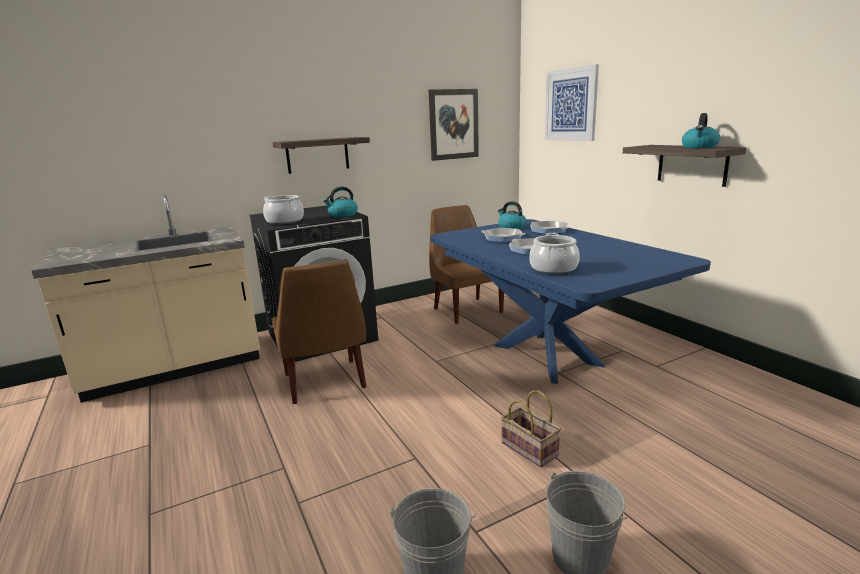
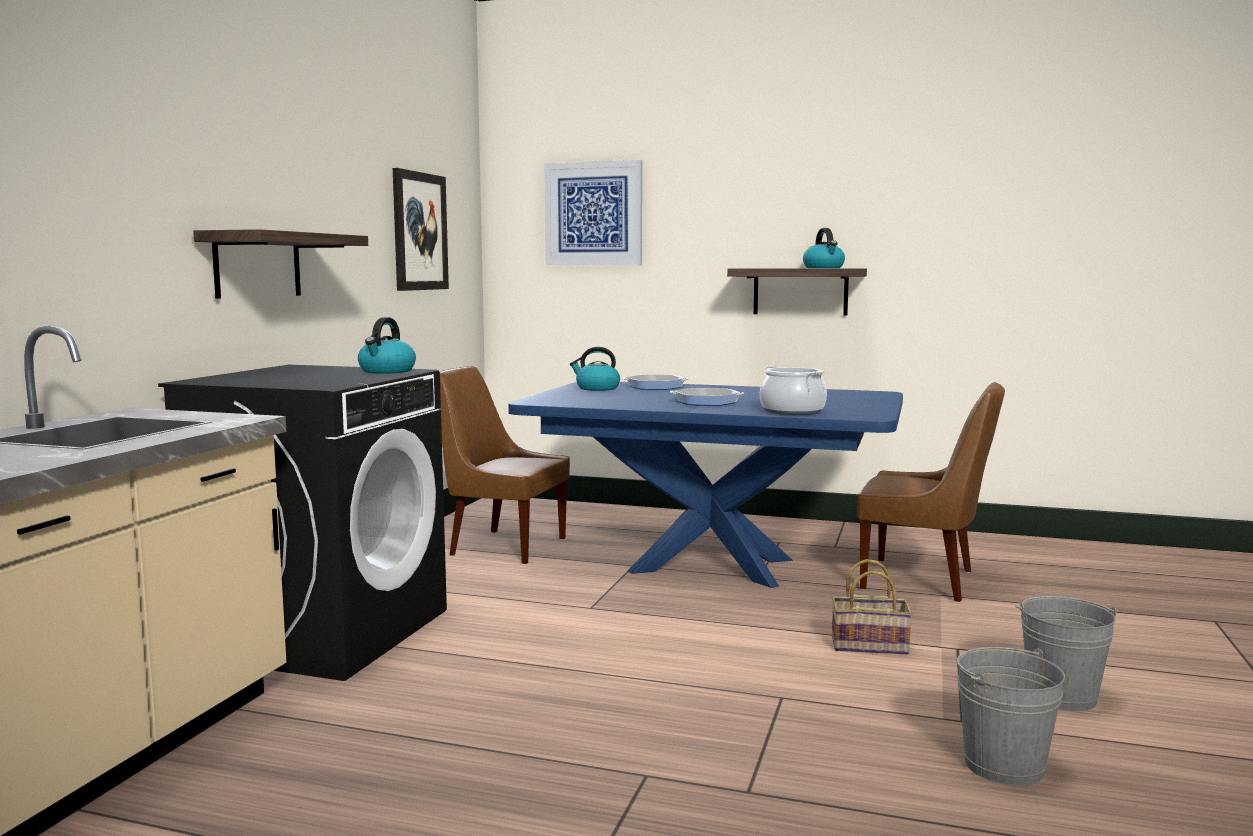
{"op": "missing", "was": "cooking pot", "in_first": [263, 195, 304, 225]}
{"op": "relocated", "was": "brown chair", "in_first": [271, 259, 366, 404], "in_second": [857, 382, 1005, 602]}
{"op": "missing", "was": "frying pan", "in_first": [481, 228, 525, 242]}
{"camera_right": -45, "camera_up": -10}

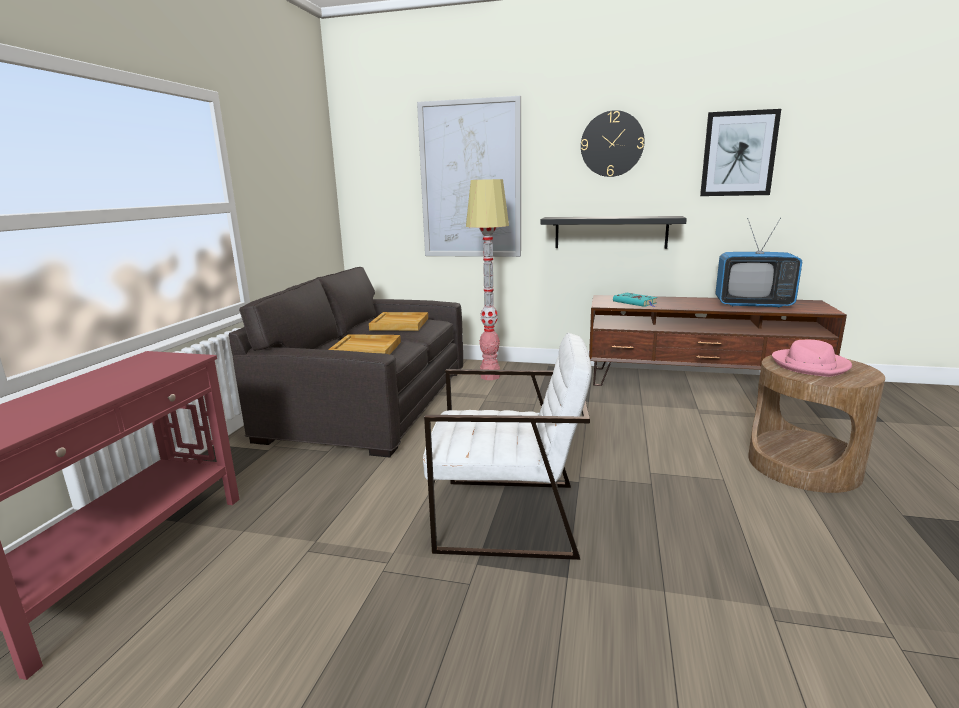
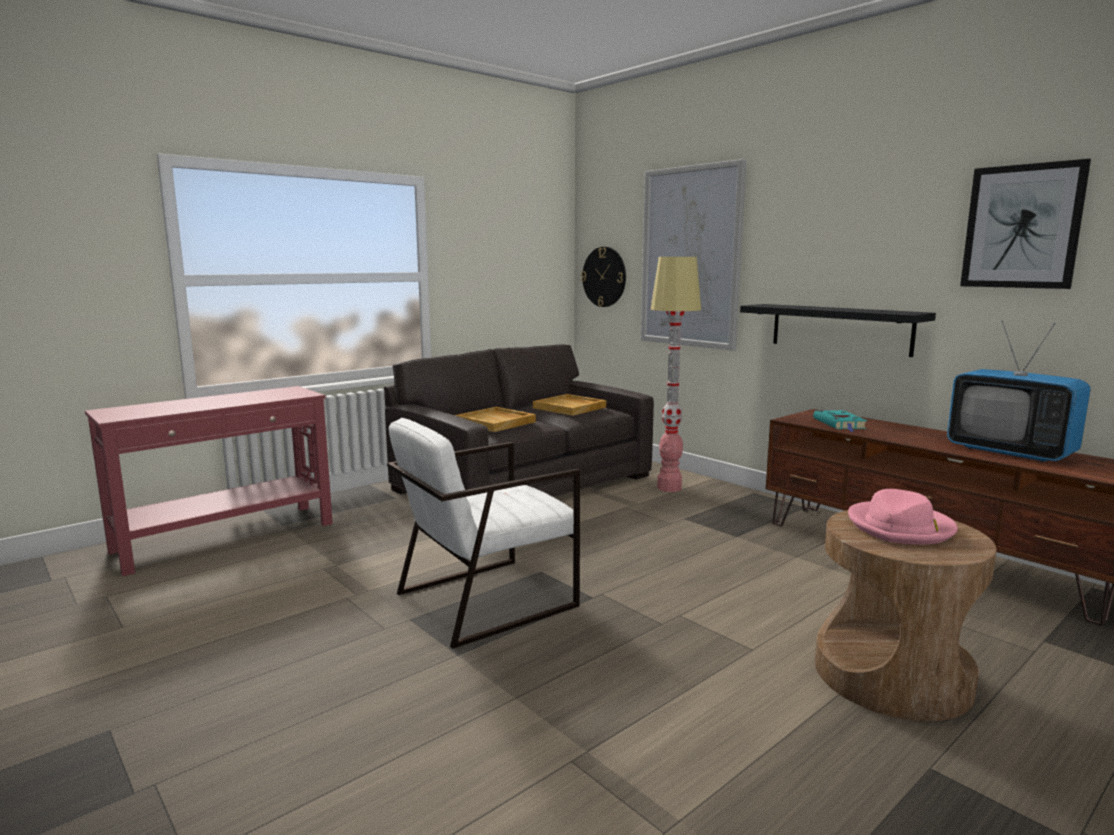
{"op": "spun", "was": "white armchair", "in_first": [423, 333, 592, 560], "in_second": [387, 418, 580, 649], "clockwise": 105}
{"op": "relocated", "was": "wall clock", "in_first": [581, 110, 645, 177], "in_second": [581, 247, 626, 307]}
{"camera_right": 35, "camera_up": -5}

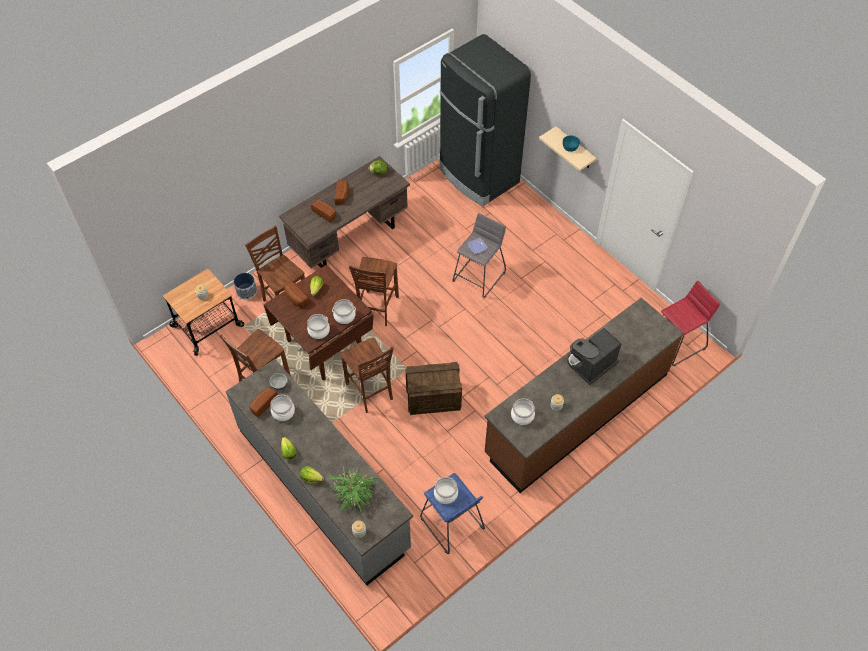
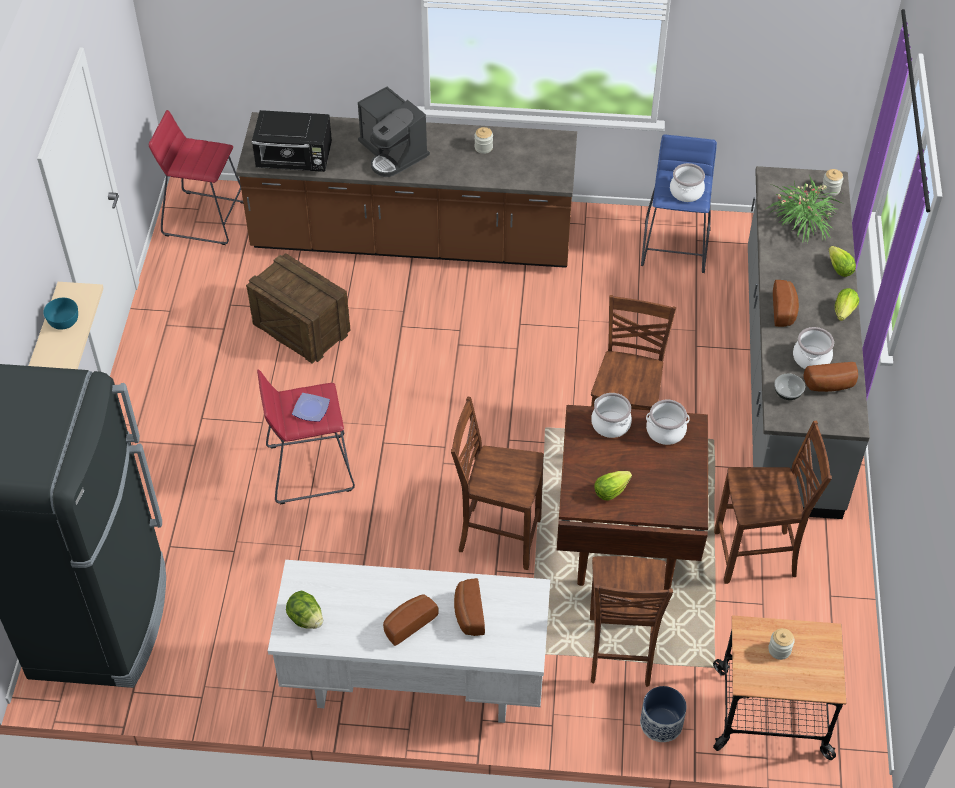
{"op": "colour", "was": "brown desk", "now": "white desk", "in_first": [279, 156, 410, 268], "in_second": [268, 560, 550, 723]}
{"op": "relocated", "was": "bread", "in_first": [284, 281, 309, 307], "in_second": [773, 280, 799, 327]}
{"op": "spun", "was": "brown chair", "in_first": [349, 257, 399, 326], "in_second": [451, 397, 544, 570], "clockwise": -135}
{"op": "relocated", "was": "crate", "in_first": [405, 362, 462, 415], "in_second": [246, 253, 351, 364]}
{"op": "colour", "was": "grey stool", "now": "red stool", "in_first": [452, 213, 506, 298], "in_second": [257, 370, 355, 504]}
{"op": "missing", "was": "cooking pot", "in_first": [511, 398, 535, 425]}
{"op": "spun", "was": "coffee machine", "in_first": [567, 328, 622, 385], "in_second": [358, 87, 430, 177], "clockwise": 45}
{"op": "appeared", "now": "black microwave", "in_second": [252, 110, 332, 172]}
{"camera_right": -135, "camera_up": -5}

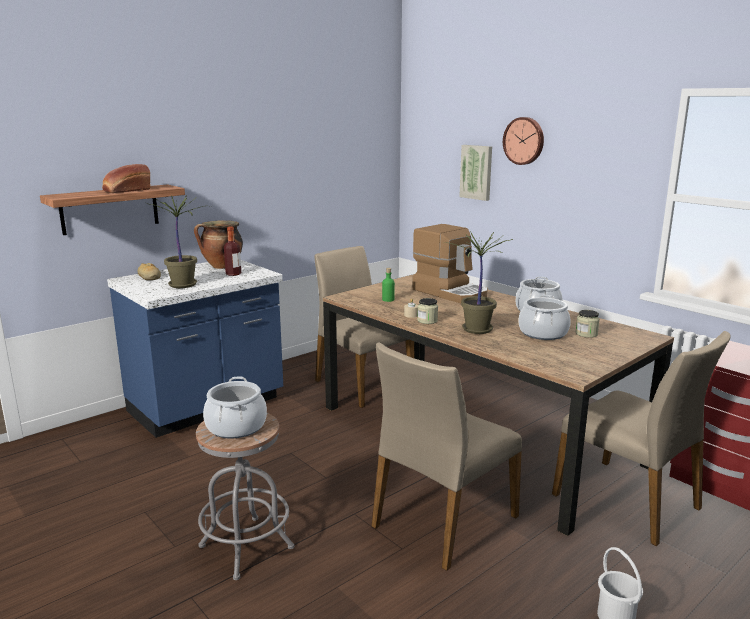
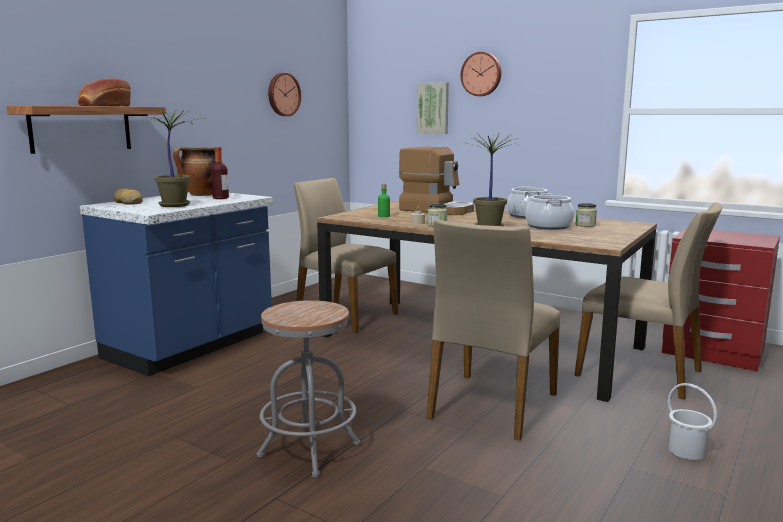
{"op": "missing", "was": "cooking pot", "in_first": [203, 377, 267, 438]}
{"op": "appeared", "now": "wall clock", "in_second": [268, 73, 301, 116]}
{"camera_right": -15, "camera_up": -5}

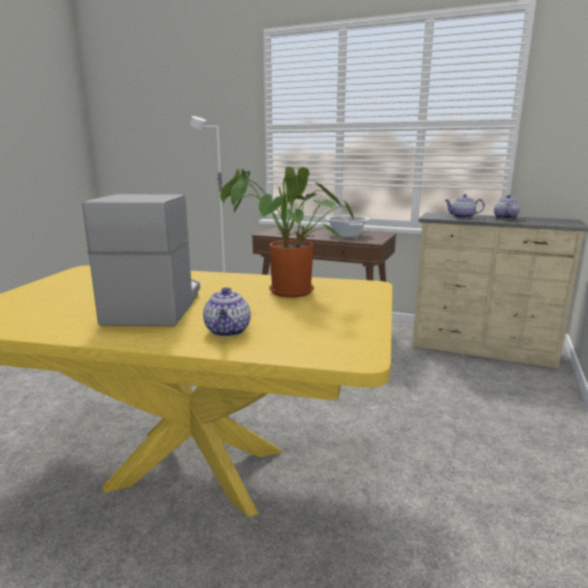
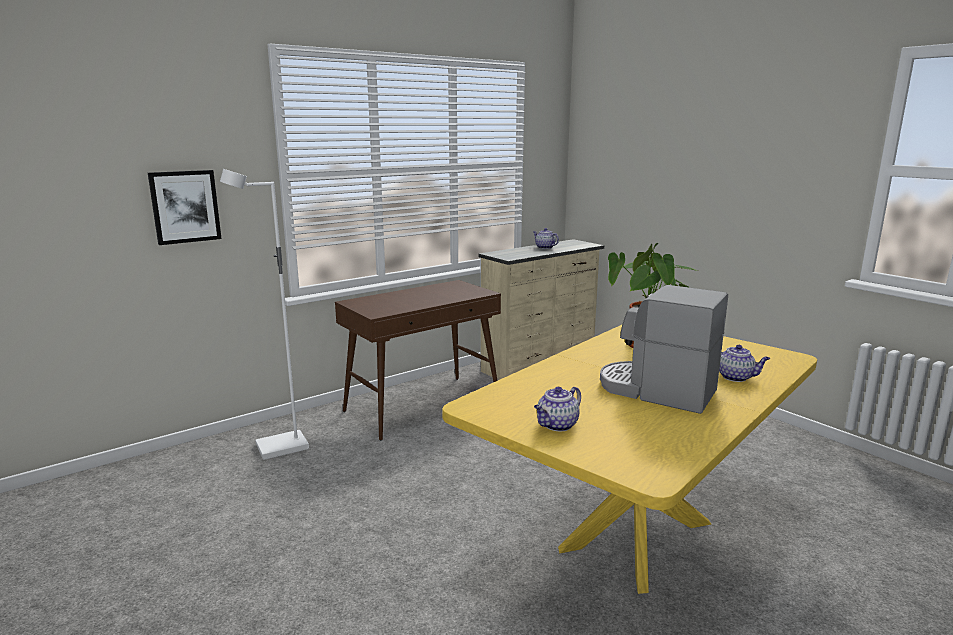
{"op": "missing", "was": "cooking pot", "in_first": [326, 216, 369, 238]}
{"op": "relocated", "was": "teapot", "in_first": [445, 194, 485, 218], "in_second": [534, 387, 581, 431]}
{"op": "appeared", "now": "picture", "in_second": [148, 170, 221, 245]}
{"camera_right": -60, "camera_up": 0}

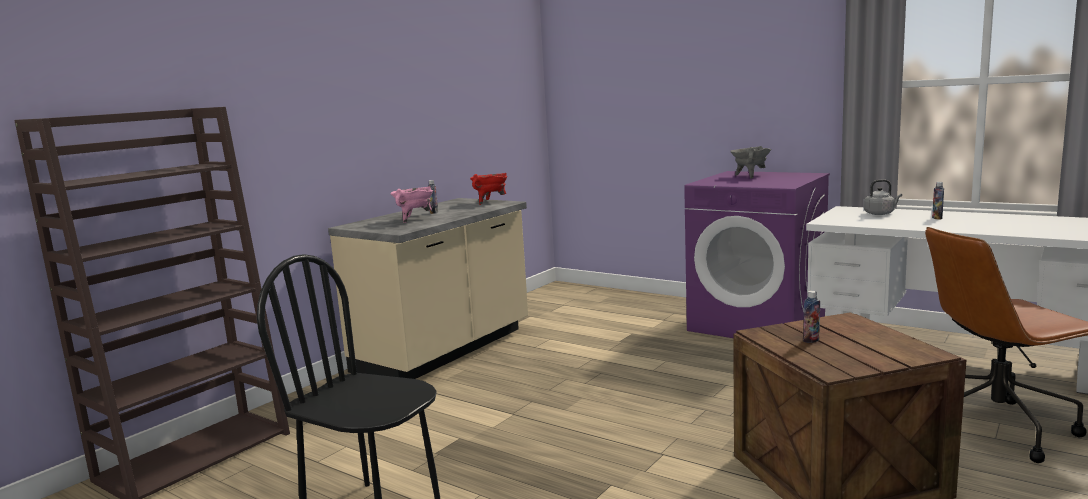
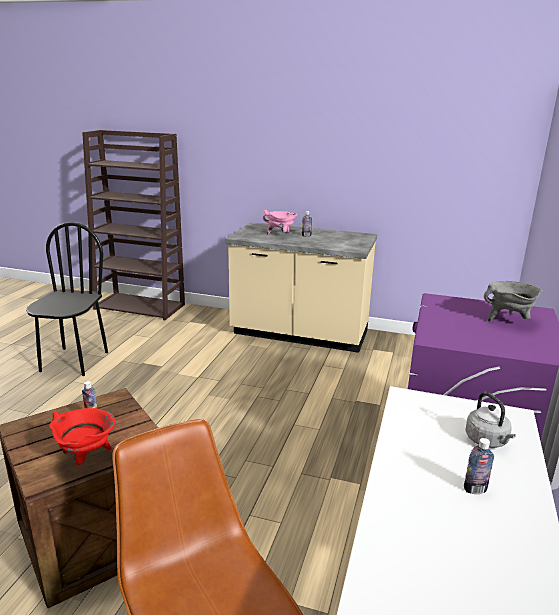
{"op": "relocated", "was": "red cooking pot", "in_first": [470, 173, 507, 205], "in_second": [49, 408, 116, 465]}
{"camera_right": 70, "camera_up": 10}

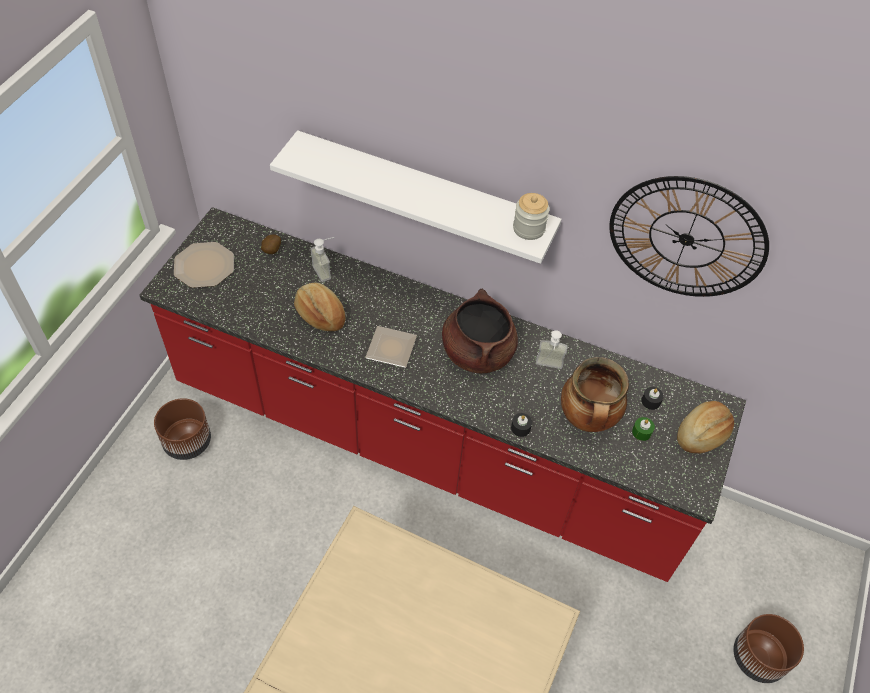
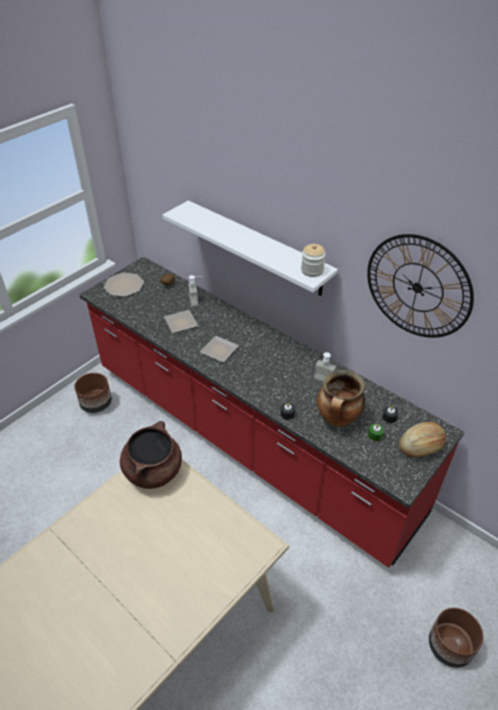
{"op": "exchanged", "was": "bread", "now": "plate", "in_first": [294, 282, 346, 331], "in_second": [164, 310, 198, 333]}
{"op": "relocated", "was": "brown cooking pot", "in_first": [442, 289, 518, 373], "in_second": [120, 421, 182, 489]}
{"camera_right": 20, "camera_up": -10}

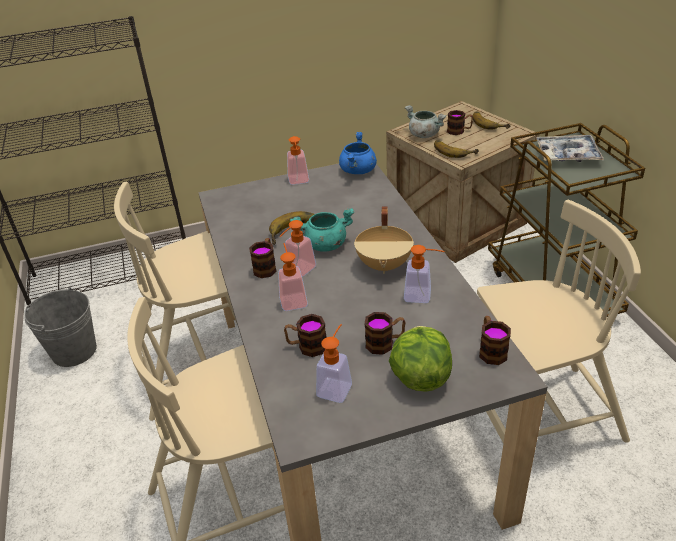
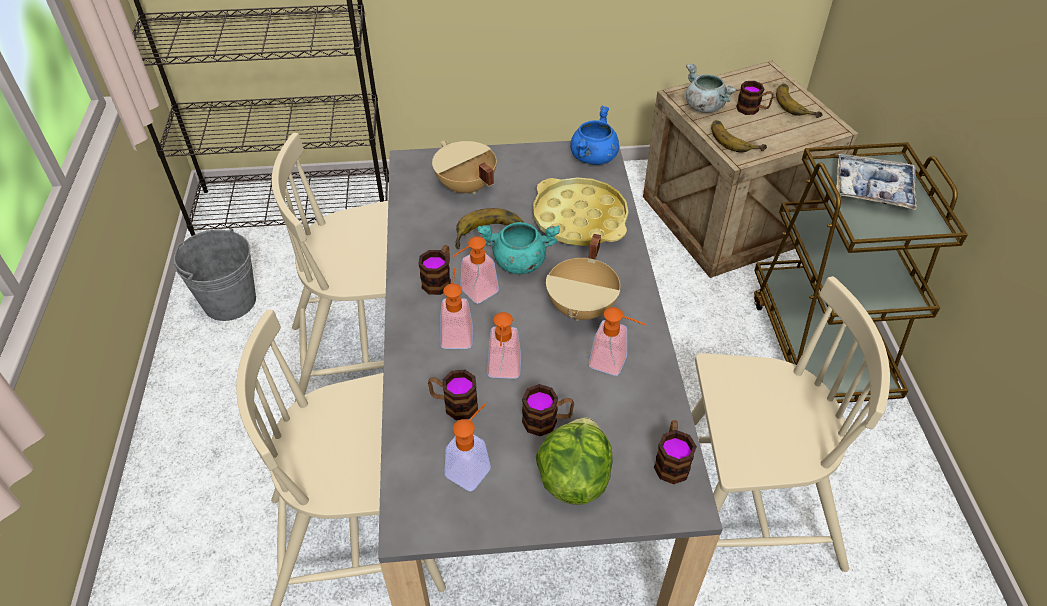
{"op": "relocated", "was": "soap dispenser", "in_first": [287, 136, 309, 185], "in_second": [487, 312, 521, 379]}
{"op": "appeared", "now": "beige cooking pot", "in_second": [432, 141, 497, 194]}
{"op": "appeared", "now": "yellow tray", "in_second": [533, 177, 628, 246]}
{"camera_right": 10, "camera_up": 10}

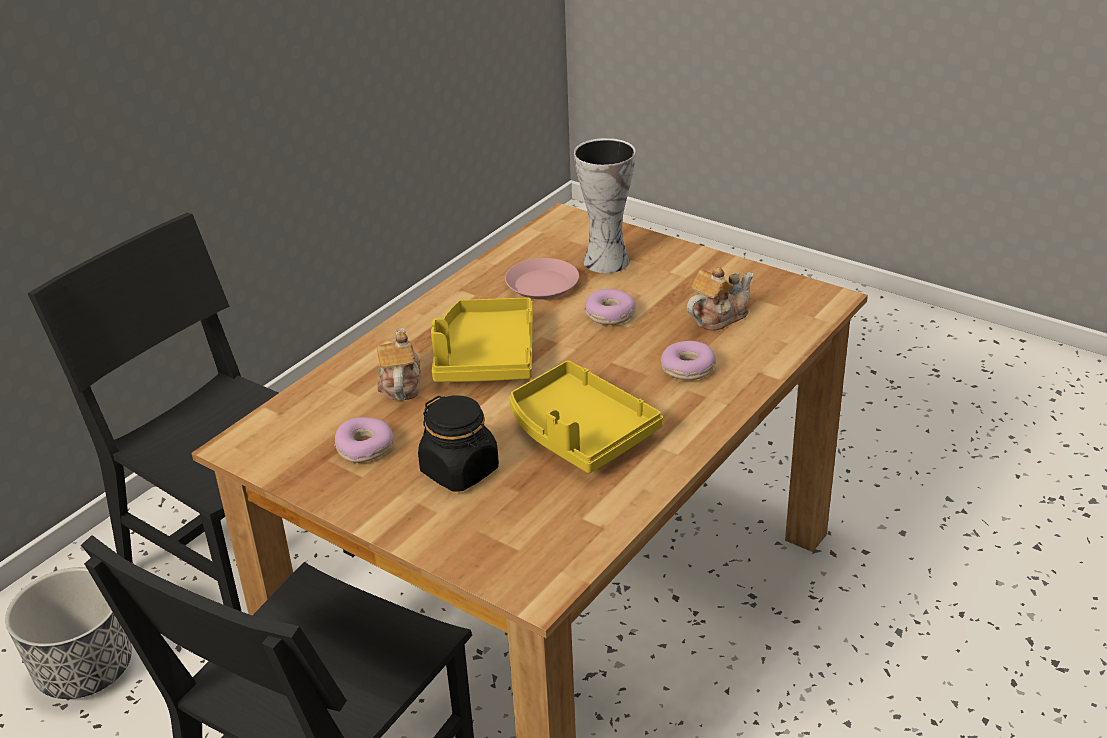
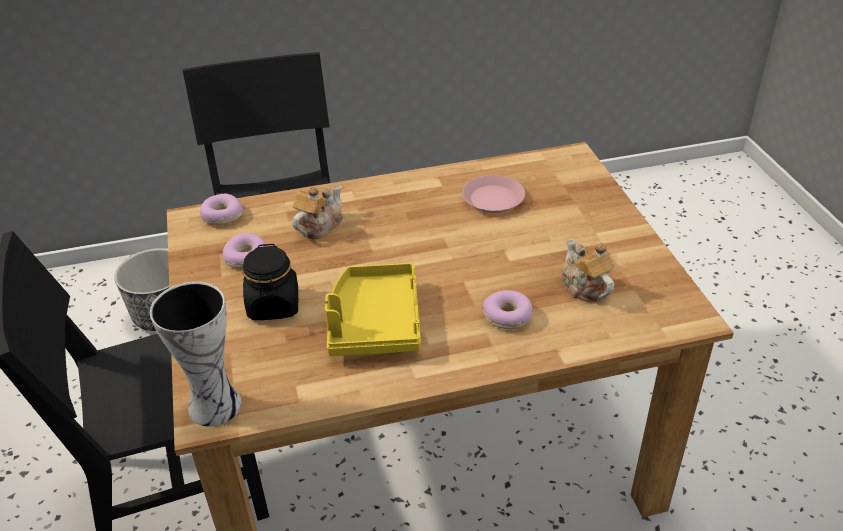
{"op": "missing", "was": "yellow tray", "in_first": [431, 298, 533, 382]}
{"op": "relocated", "was": "vase", "in_first": [574, 138, 636, 273], "in_second": [150, 282, 242, 427]}
{"op": "relocated", "was": "donut", "in_first": [584, 289, 636, 325], "in_second": [200, 194, 243, 225]}
{"op": "spun", "was": "teapot", "in_first": [687, 266, 753, 331], "in_second": [561, 239, 614, 302], "clockwise": -120}
{"camera_right": 40, "camera_up": 5}

